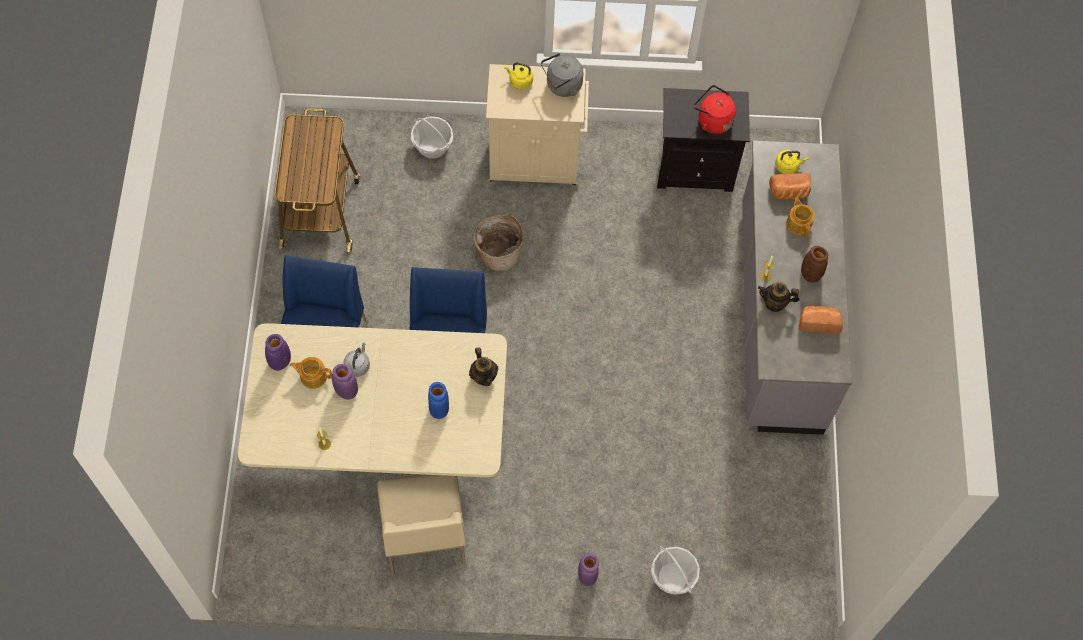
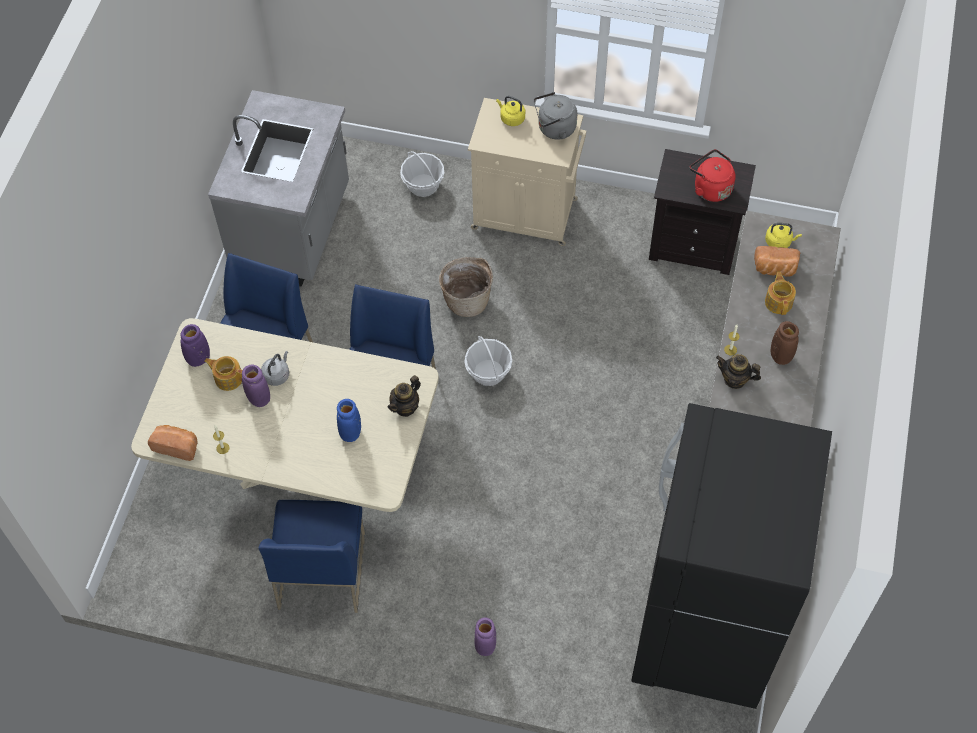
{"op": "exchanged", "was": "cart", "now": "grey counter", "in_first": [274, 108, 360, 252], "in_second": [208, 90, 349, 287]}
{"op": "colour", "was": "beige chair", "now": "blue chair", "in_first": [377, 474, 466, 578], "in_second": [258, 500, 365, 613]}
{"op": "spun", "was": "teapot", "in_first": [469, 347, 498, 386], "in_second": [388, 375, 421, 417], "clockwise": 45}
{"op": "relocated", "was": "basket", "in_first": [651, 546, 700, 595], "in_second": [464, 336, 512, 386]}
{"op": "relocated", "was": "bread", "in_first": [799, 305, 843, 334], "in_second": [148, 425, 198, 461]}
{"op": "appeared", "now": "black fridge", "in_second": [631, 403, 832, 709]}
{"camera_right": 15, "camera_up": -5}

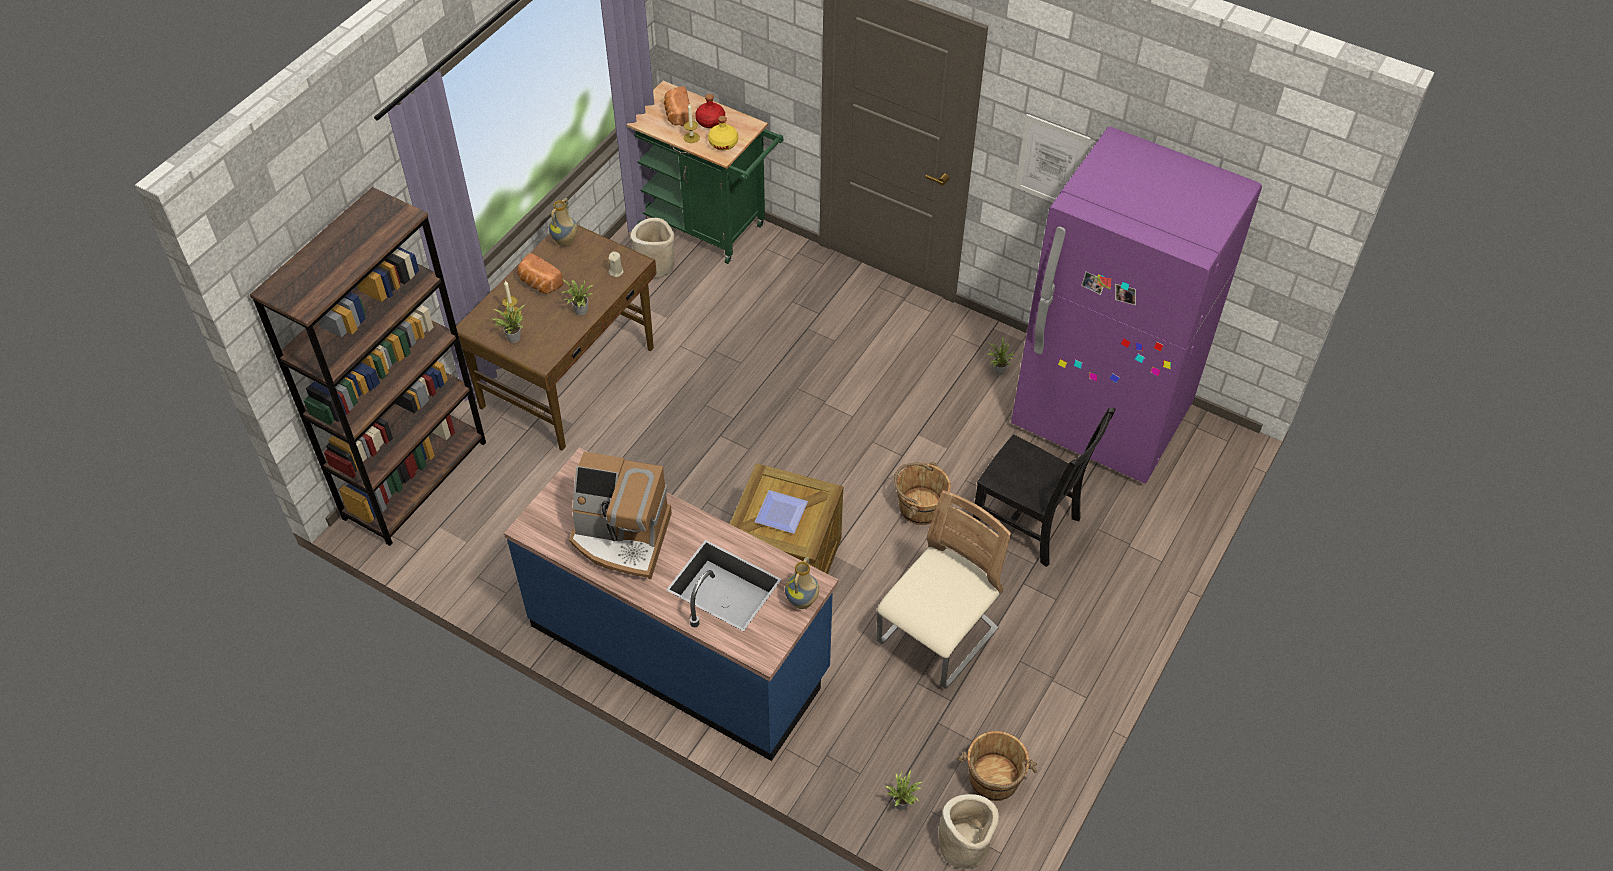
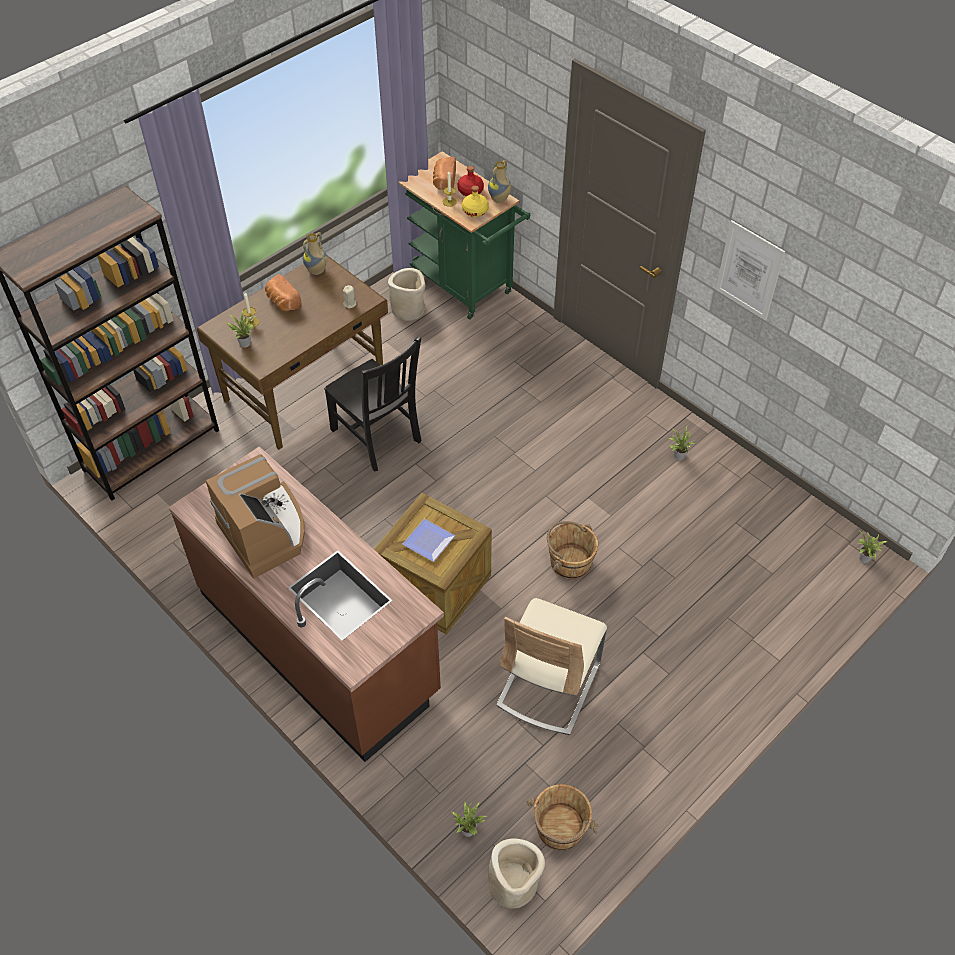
{"op": "colour", "was": "blue counter", "now": "brown counter", "in_first": [504, 448, 838, 761], "in_second": [169, 447, 444, 762]}
{"op": "relocated", "was": "potted plant", "in_first": [562, 279, 593, 315], "in_second": [857, 530, 888, 563]}
{"op": "spun", "was": "coffee machine", "in_first": [569, 452, 672, 579], "in_second": [206, 454, 304, 579], "clockwise": -150}
{"op": "relocated", "was": "vase", "in_first": [785, 556, 819, 609], "in_second": [488, 160, 511, 203]}
{"op": "spun", "was": "beige chair", "in_first": [876, 490, 1011, 689], "in_second": [496, 598, 607, 735], "clockwise": 150}
{"op": "relocated", "was": "black chair", "in_first": [972, 408, 1116, 567], "in_second": [324, 337, 422, 472]}
{"op": "missing", "was": "purple fridge", "in_first": [1011, 127, 1262, 483]}
{"camera_right": 15, "camera_up": 0}

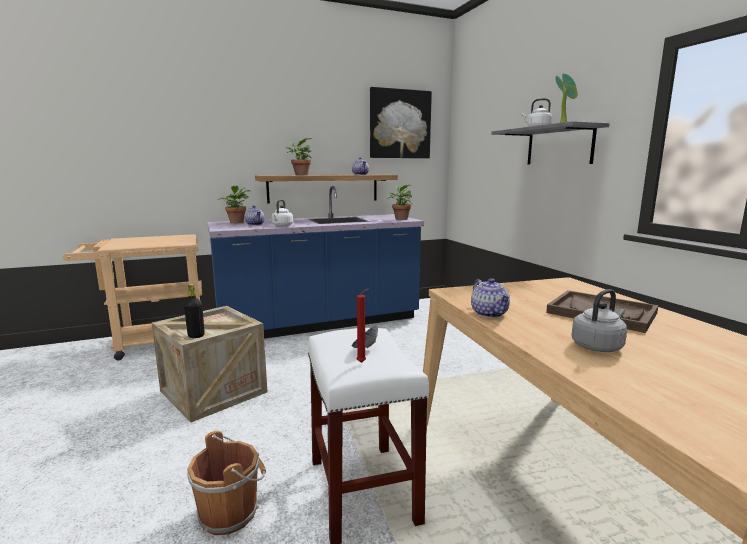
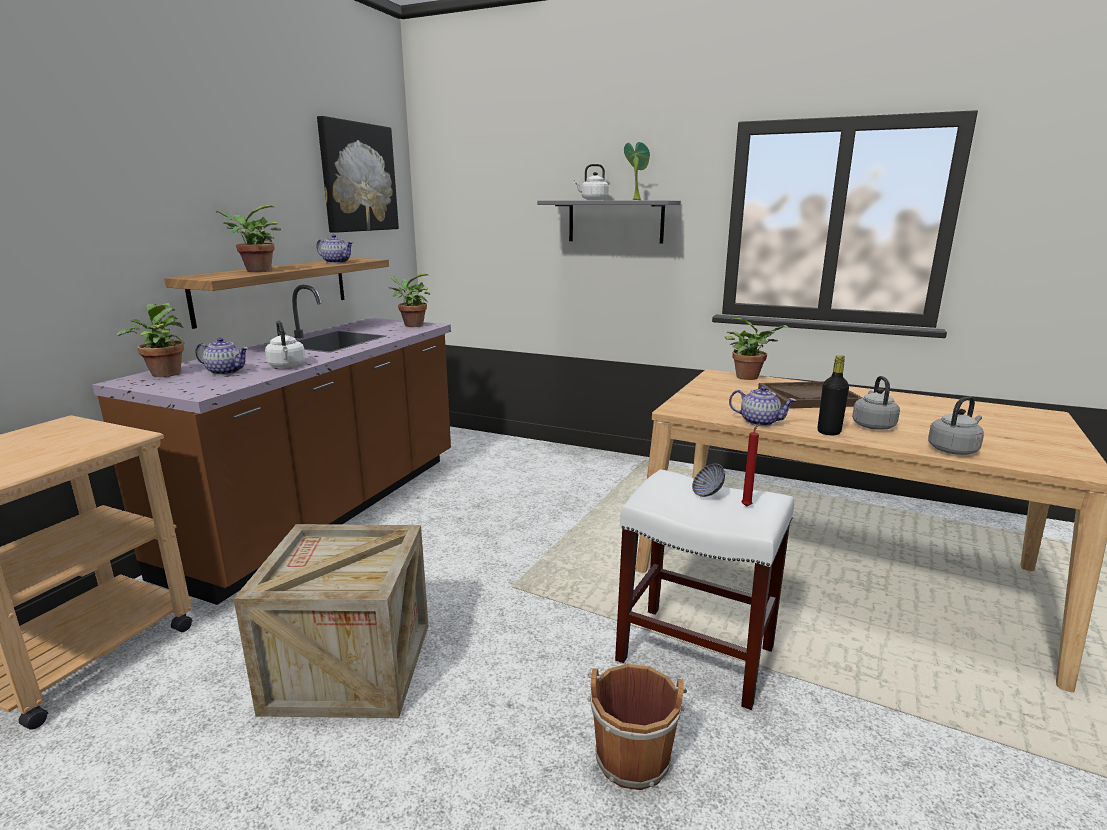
{"op": "relocated", "was": "black bottle", "in_first": [184, 284, 205, 338], "in_second": [818, 355, 849, 435]}
{"op": "colour", "was": "blue counter", "now": "brown counter", "in_first": [207, 186, 424, 339], "in_second": [92, 285, 451, 605]}
{"op": "appeared", "now": "potted plant", "in_second": [725, 318, 789, 380]}
{"op": "appeared", "now": "grey kettle", "in_second": [928, 396, 984, 455]}
{"camera_right": -45, "camera_up": 5}

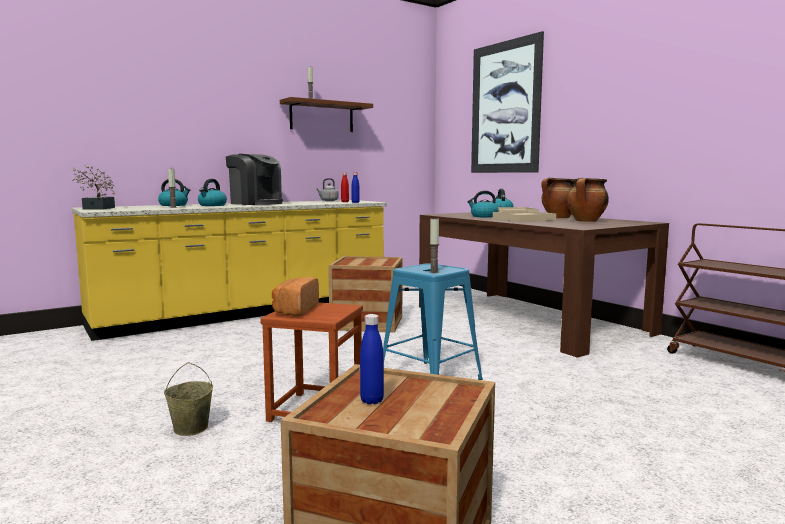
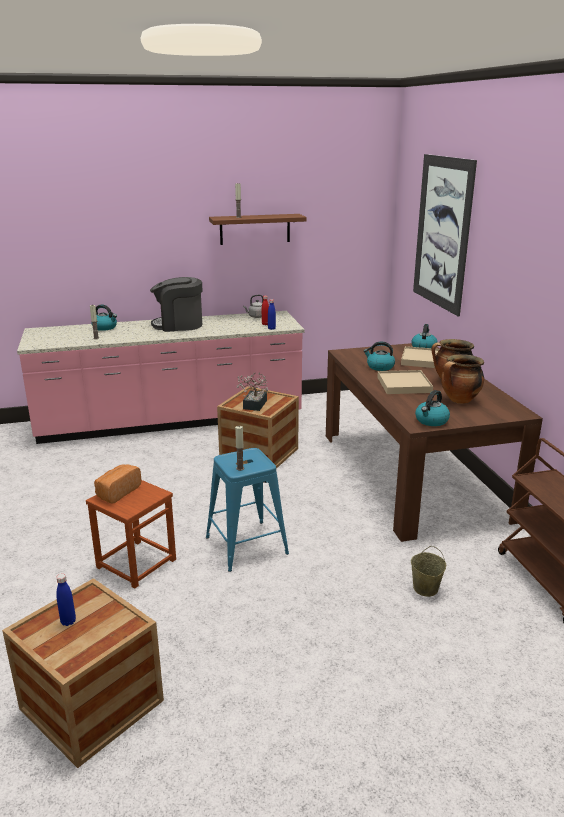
{"op": "relocated", "was": "potted plant", "in_first": [72, 166, 115, 210], "in_second": [237, 373, 268, 411]}
{"op": "colour", "was": "yellow counter", "now": "pink counter", "in_first": [72, 200, 387, 341], "in_second": [17, 311, 304, 444]}
{"op": "relocated", "was": "beige bucket", "in_first": [164, 363, 213, 436], "in_second": [411, 546, 446, 597]}
{"op": "relocated", "was": "kettle", "in_first": [198, 179, 227, 206], "in_second": [415, 390, 450, 426]}
{"op": "spun", "was": "coffee machine", "in_first": [226, 154, 283, 205], "in_second": [150, 277, 203, 332], "clockwise": 120}
{"camera_right": 20, "camera_up": 15}

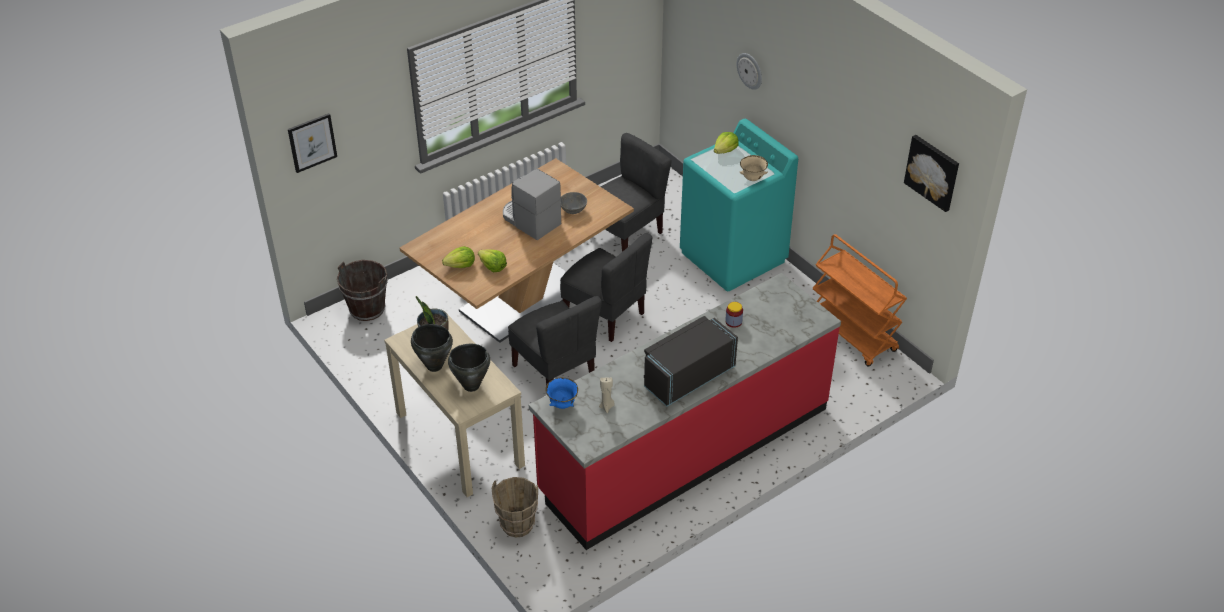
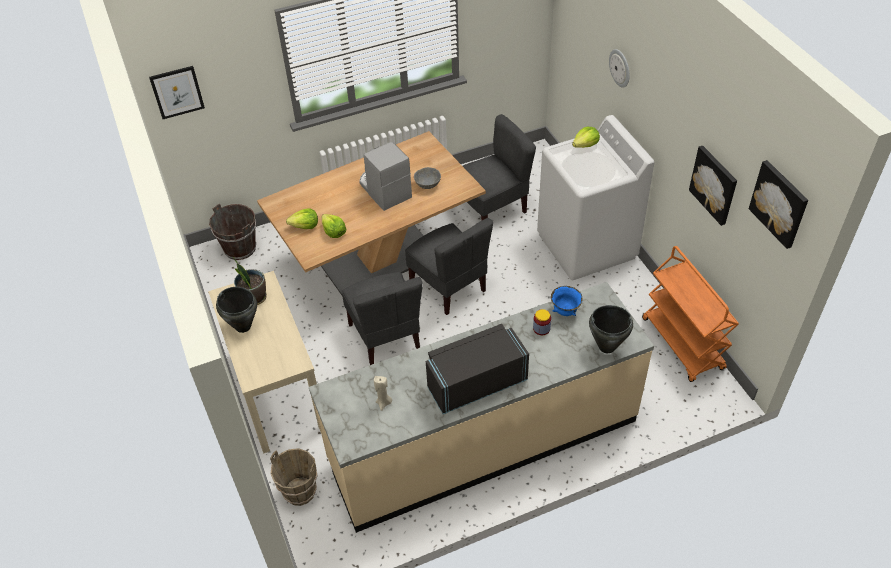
{"op": "relocated", "was": "black cooking pot", "in_first": [448, 344, 490, 392], "in_second": [589, 305, 633, 353]}
{"op": "colour", "was": "red counter", "now": "beige counter", "in_first": [529, 273, 841, 550], "in_second": [309, 282, 654, 533]}
{"op": "relocated", "was": "blue bowl", "in_first": [545, 377, 578, 409], "in_second": [551, 286, 583, 316]}
{"op": "colour", "was": "turquoise washing machine", "now": "white washing machine", "in_first": [680, 119, 798, 291], "in_second": [537, 115, 654, 280]}
{"op": "missing", "was": "beige bowl", "in_first": [740, 155, 768, 181]}
{"op": "appeared", "now": "picture", "in_second": [689, 146, 737, 226]}
{"camera_right": 15, "camera_up": 5}

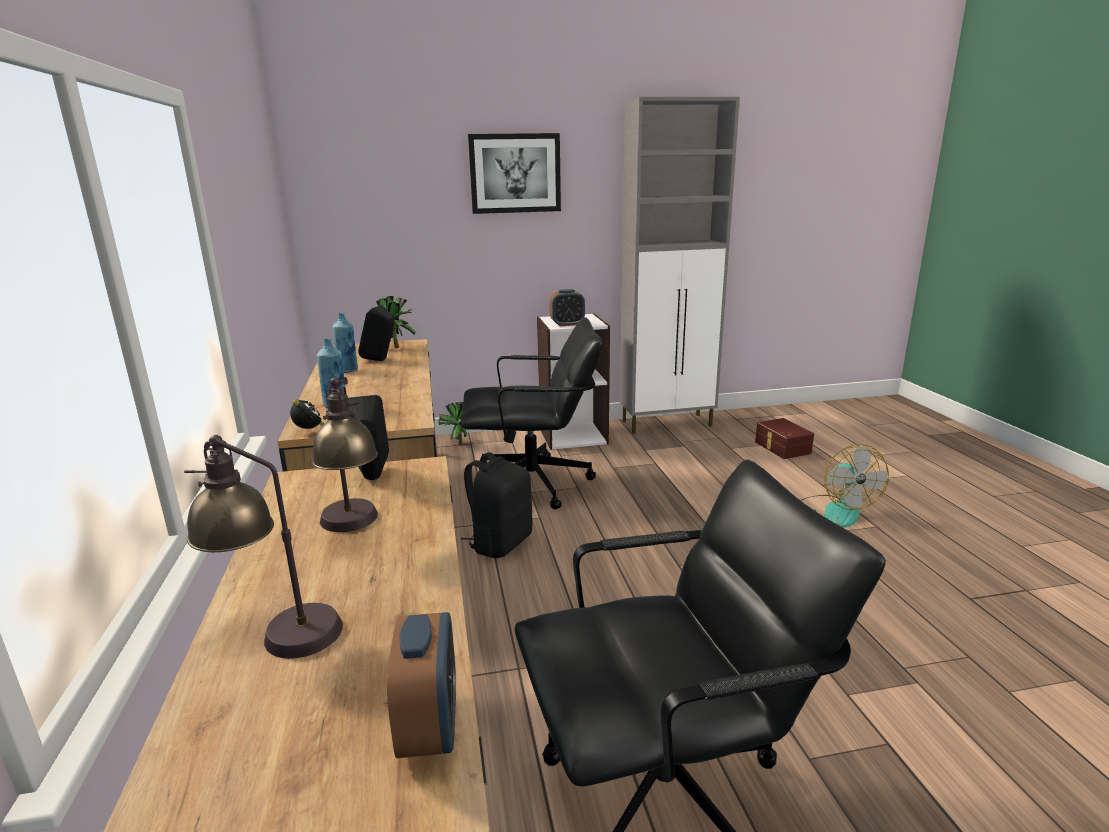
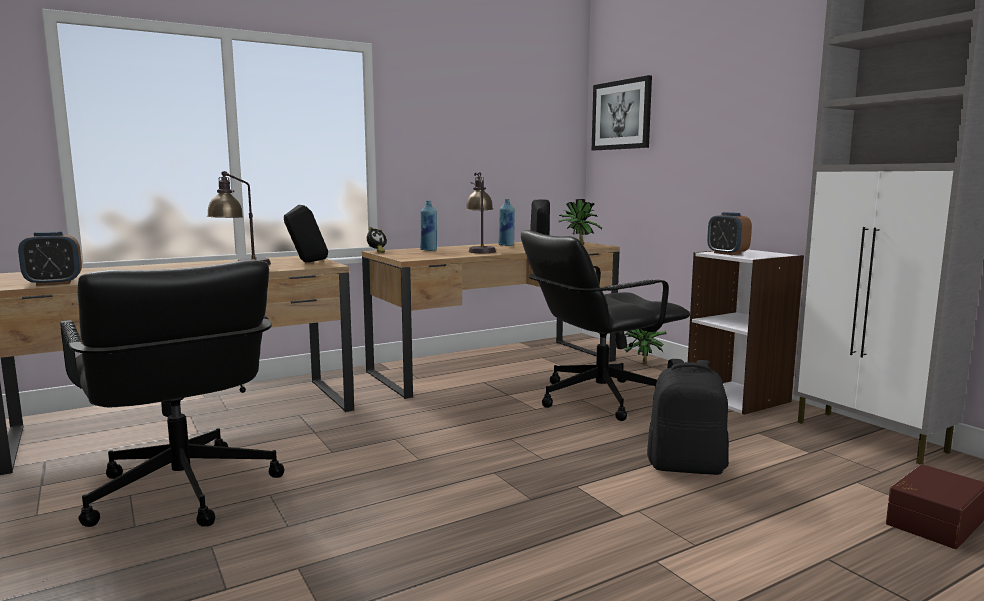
{"op": "relocated", "was": "table lamp", "in_first": [184, 435, 343, 659], "in_second": [466, 172, 496, 253]}
{"op": "spun", "was": "black office chair", "in_first": [461, 317, 603, 510], "in_second": [521, 230, 690, 421], "clockwise": 90}
{"op": "relocated", "was": "black backpack", "in_first": [461, 452, 533, 558], "in_second": [647, 359, 729, 475]}
{"op": "relocated", "was": "picture", "in_first": [468, 133, 561, 214], "in_second": [592, 75, 652, 150]}
{"op": "missing", "was": "fan", "in_first": [801, 444, 889, 528]}
{"camera_right": 70, "camera_up": -10}

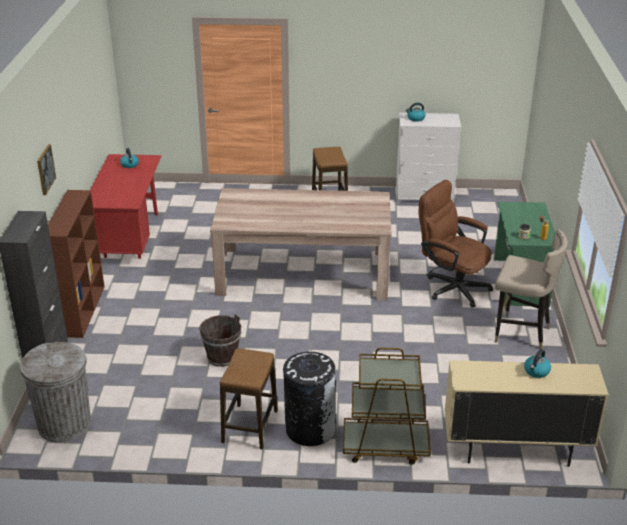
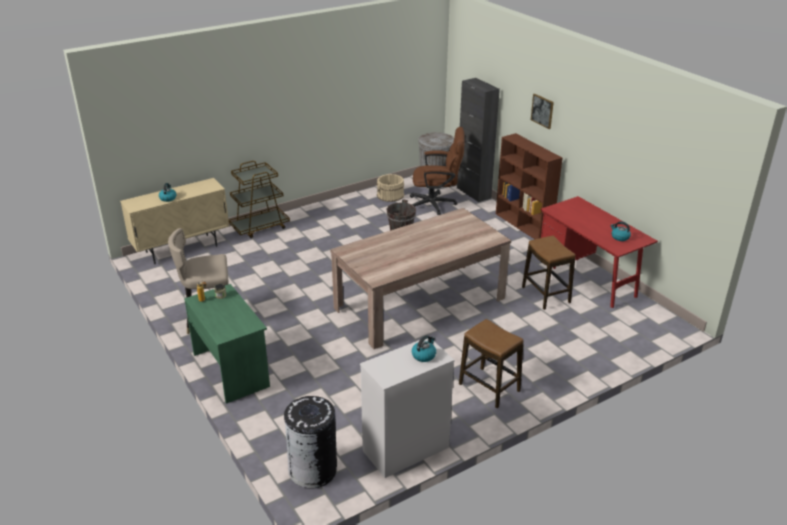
{"op": "relocated", "was": "stool", "in_first": [220, 348, 278, 449], "in_second": [522, 236, 576, 310]}
{"op": "relocated", "was": "black trash can", "in_first": [283, 350, 336, 446], "in_second": [284, 396, 337, 489]}
{"op": "relocated", "was": "brown office chair", "in_first": [419, 180, 493, 307], "in_second": [410, 127, 465, 215]}
{"op": "appeared", "now": "beige bucket", "in_second": [377, 174, 404, 202]}
{"camera_right": 145, "camera_up": 0}

